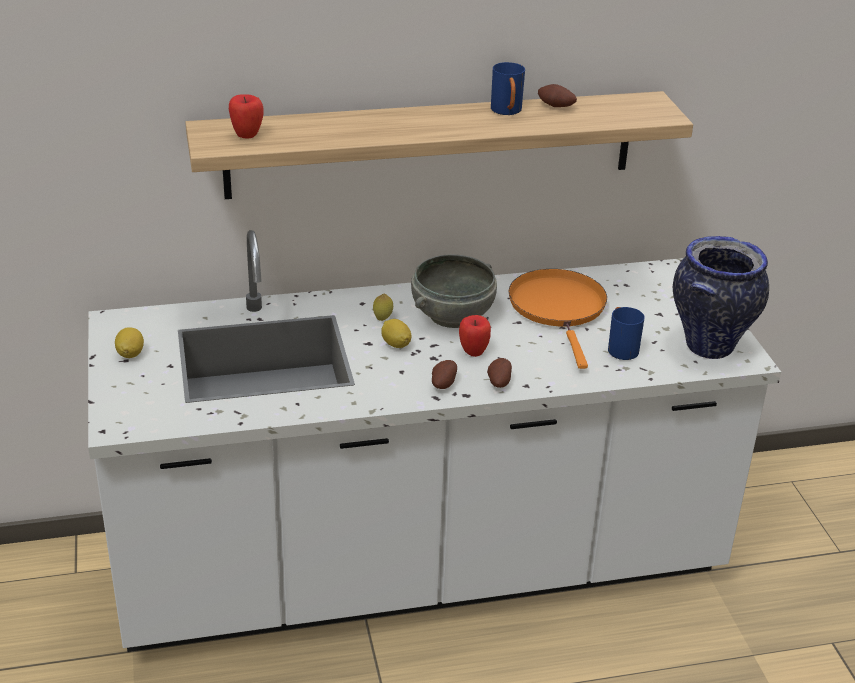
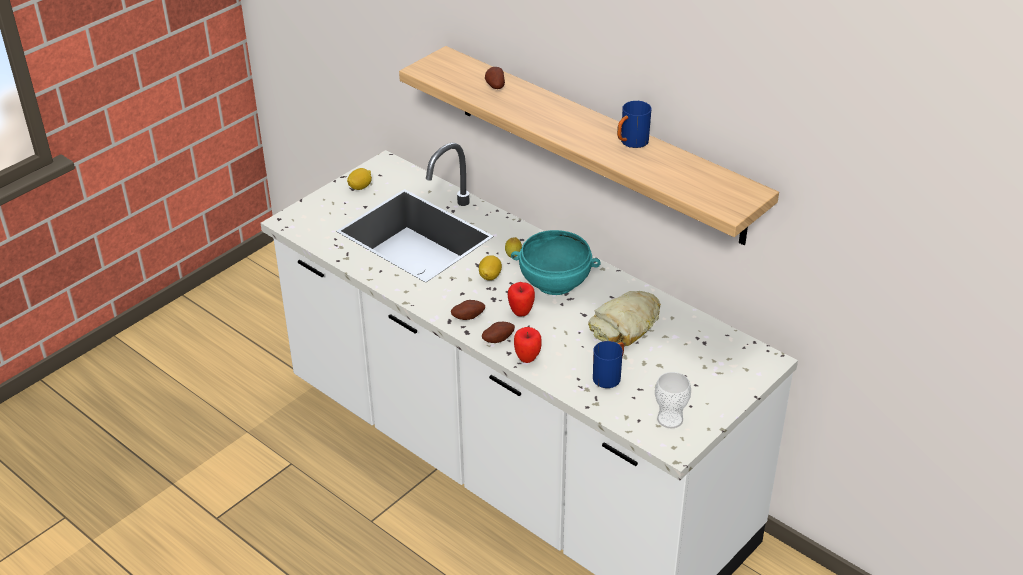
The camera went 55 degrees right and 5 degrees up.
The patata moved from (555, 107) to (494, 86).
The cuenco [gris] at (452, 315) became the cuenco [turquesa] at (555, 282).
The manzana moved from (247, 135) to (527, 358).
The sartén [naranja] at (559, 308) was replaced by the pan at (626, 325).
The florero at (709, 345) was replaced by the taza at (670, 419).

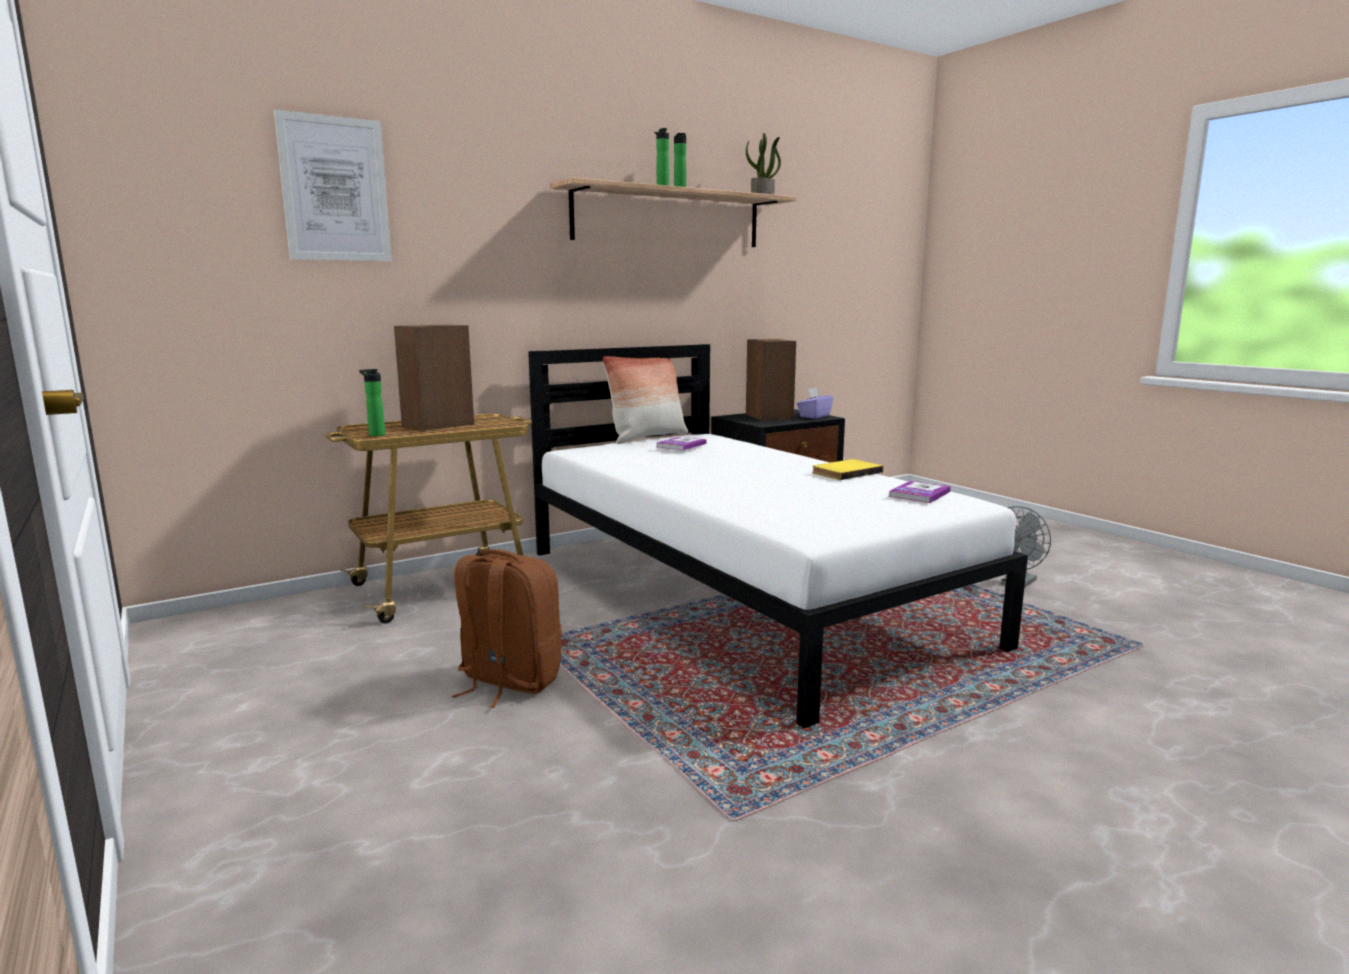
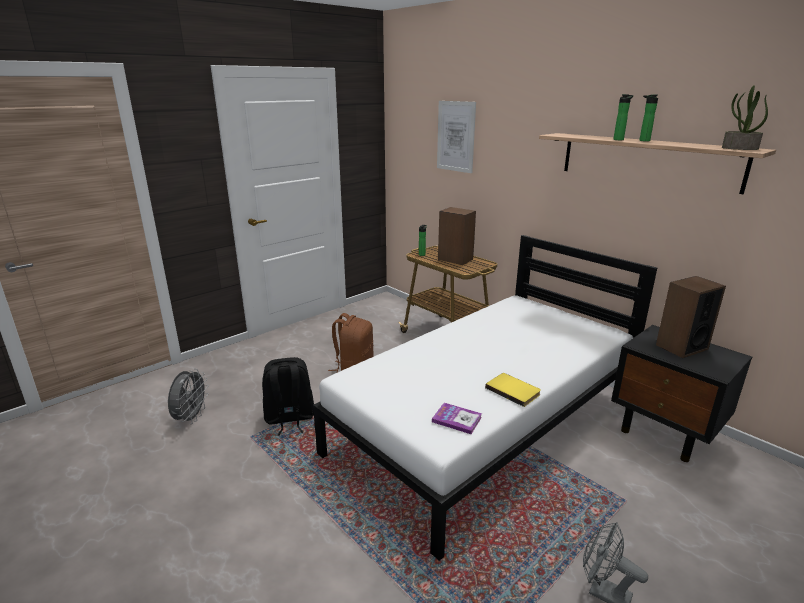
The camera went 80 degrees right and 10 degrees up.
The ventilador [gris] at (191, 418) appeared.
The mochila [negro] at (289, 419) appeared.
The cojín at (647, 437) disappeared.
The libro at (681, 445) disappeared.
The caja de pañuelos [morado] at (814, 416) disappeared.

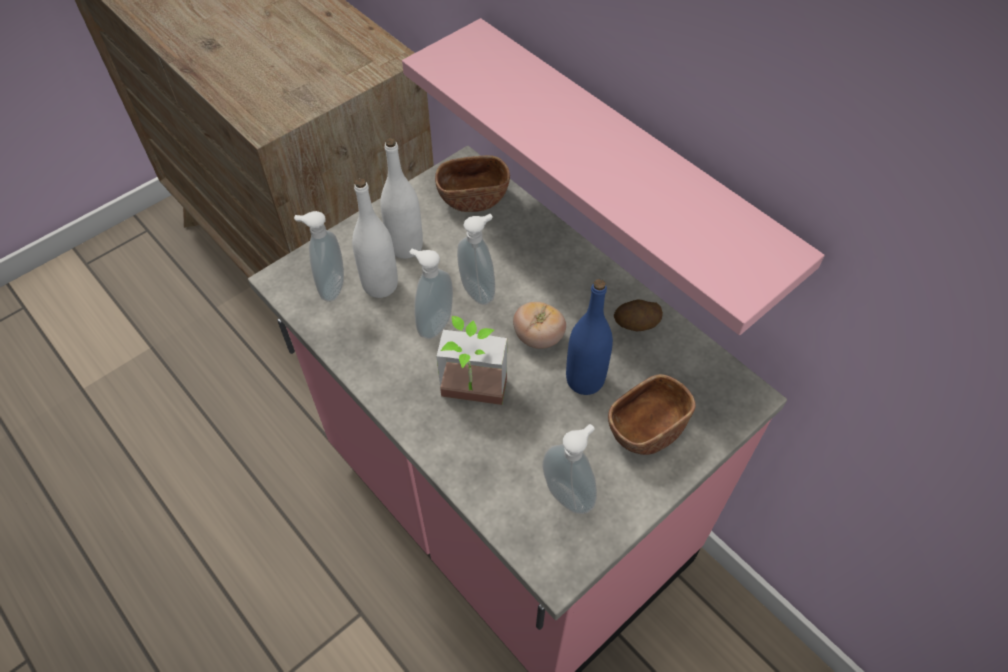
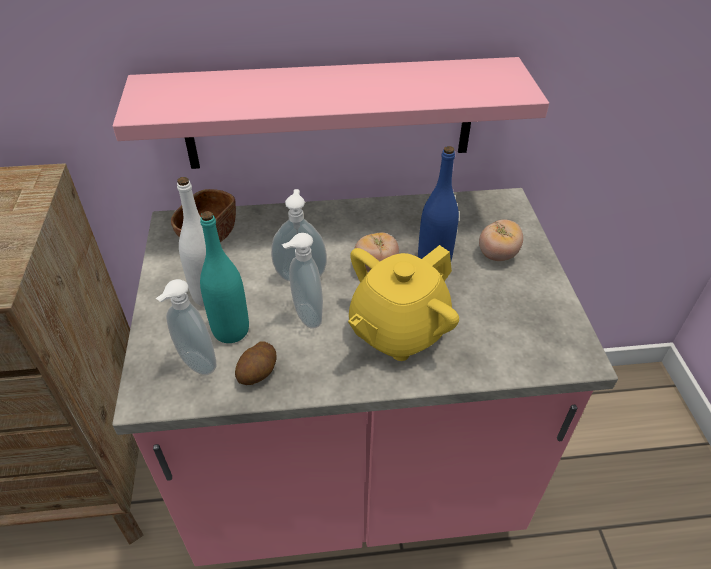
The camera went 55 degrees left and 10 degrees down.
The botella [blanco] at (380, 285) became the botella [turquesa] at (231, 330).
The patata moved from (637, 324) to (258, 372).
The planta en maceta at (471, 398) was replaced by the tetera [amarillo] at (397, 330).
The cuenco [marrón] at (646, 428) was replaced by the tomate at (497, 255).
The dispensador de jabón at (569, 494) disappeared.

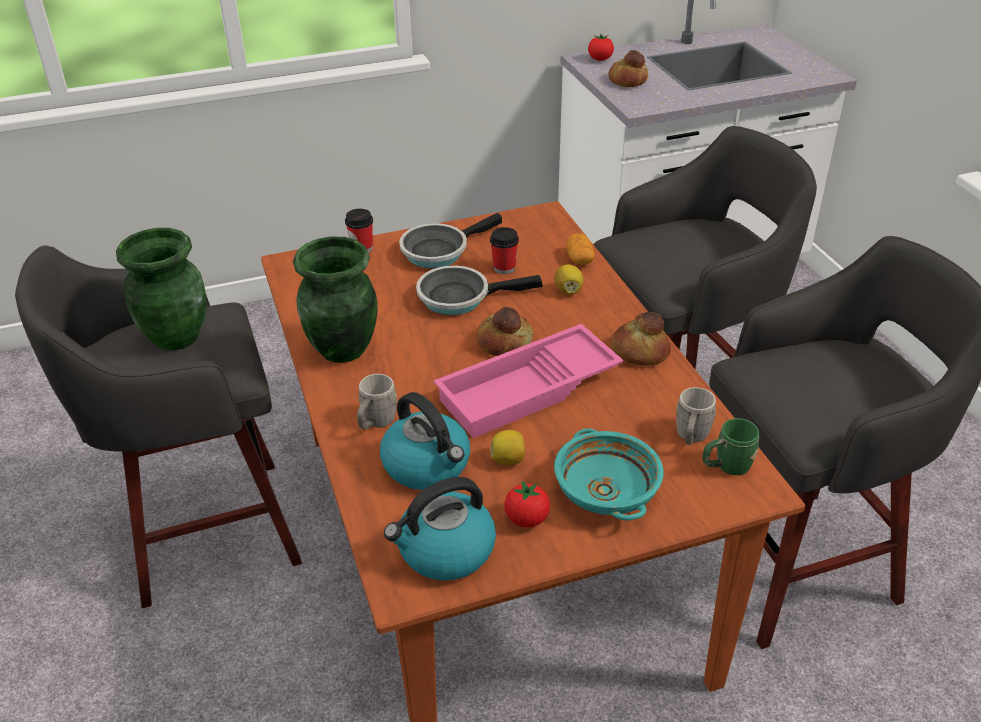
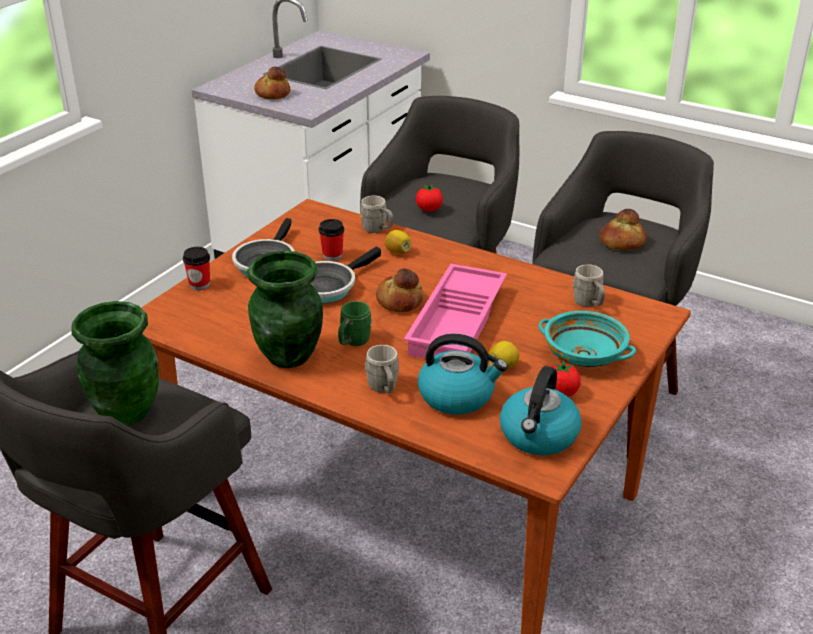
The camera went 40 degrees left and 5 degrees down.
The taza grande [verde] moved from (726, 467) to (353, 342).
The patata at (579, 259) was replaced by the taza grande [gris] at (377, 230).
The tomate moved from (600, 59) to (429, 209).
The pan moved from (639, 351) to (622, 242).

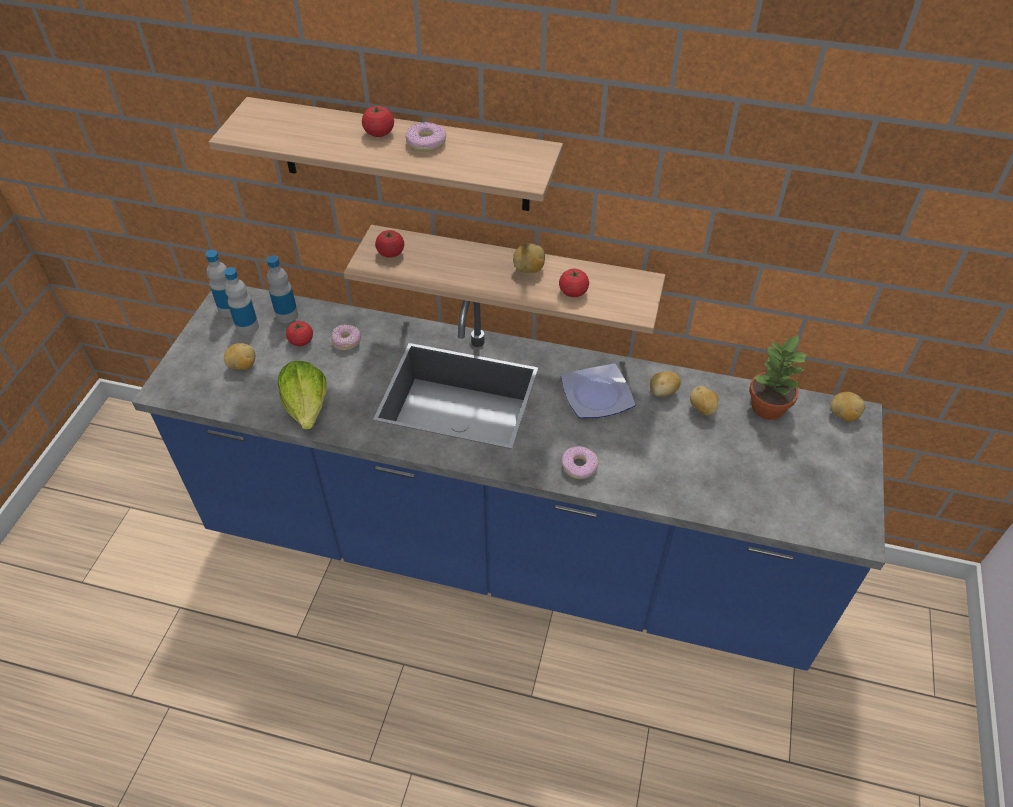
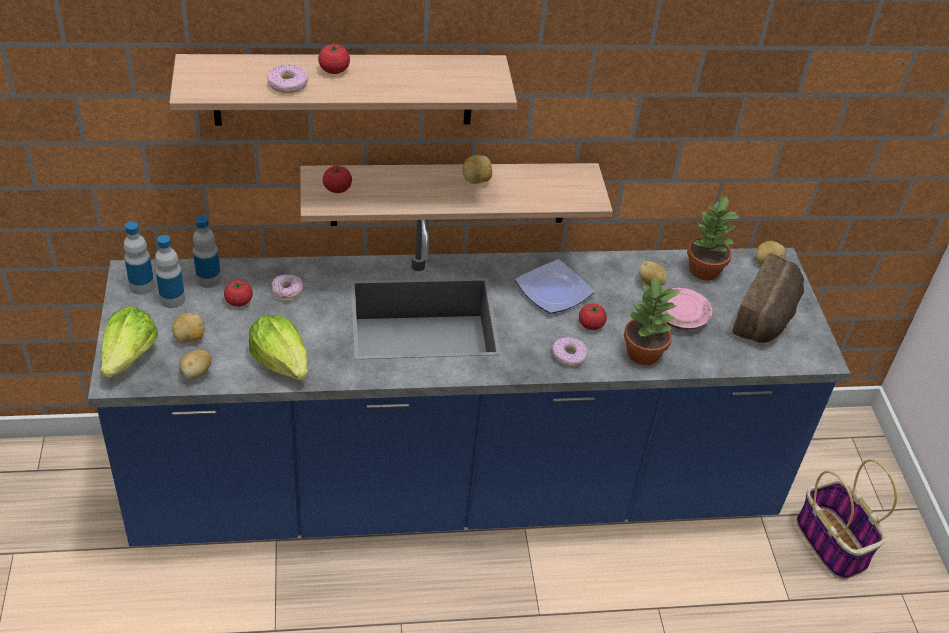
The camera went 25 degrees left and 5 degrees down.
The lechuga at (129, 357) appeared.
The patata moved from (663, 392) to (196, 373).
The rosquilla moved from (426, 143) to (288, 85).
The tomate moved from (573, 292) to (591, 325).
The planta en maceta at (643, 354) appeared.
The plato [rosa] at (681, 317) appeared.
The pan at (767, 317) appeared.
The cesta at (832, 544) appeared.

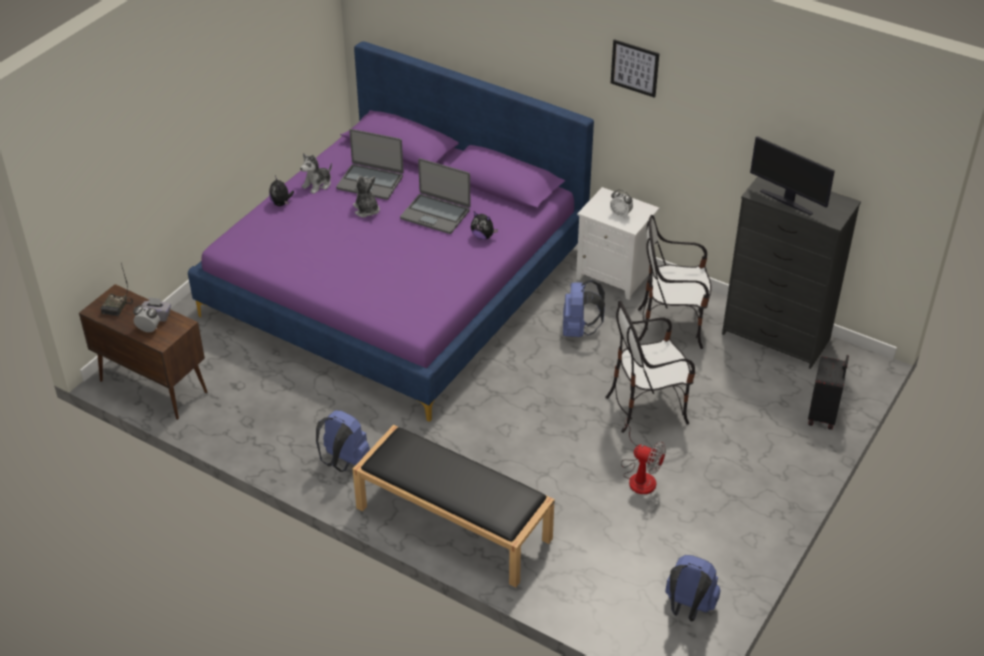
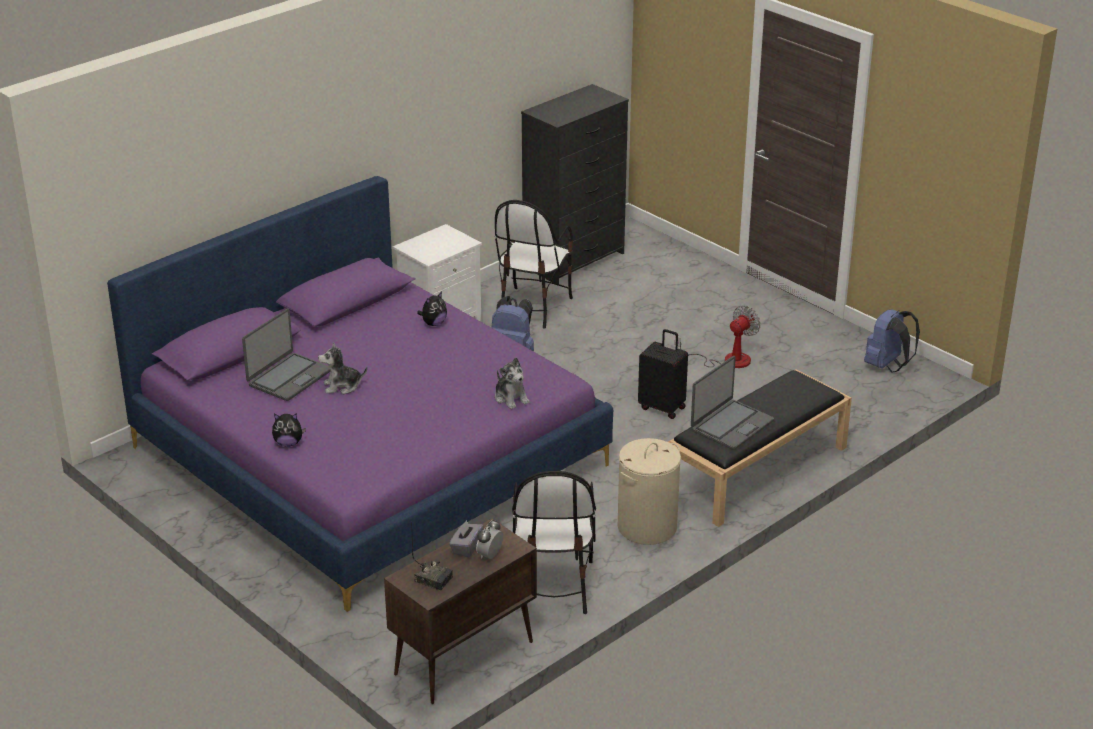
The camera went 75 degrees left and 10 degrees down.
The peluche moved from (317, 184) to (511, 398).
The silla moved from (647, 407) to (553, 585).
The mochila [azul] at (343, 461) was replaced by the cesto de la ropa [beis] at (647, 527).
The maleta [negro] moved from (823, 415) to (662, 407).
The portátil moved from (435, 214) to (731, 425).
The despertador at (620, 214) disappeared.
The cuadro at (634, 68) disappeared.
The monitor at (787, 201) disappeared.

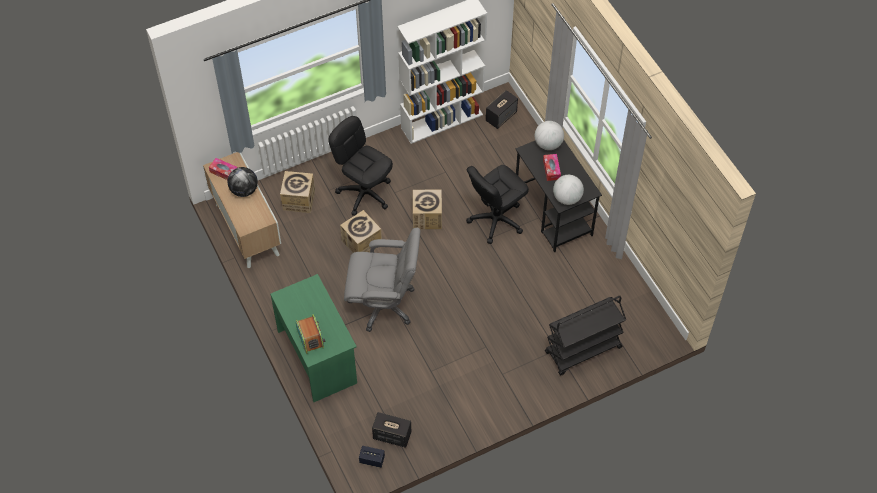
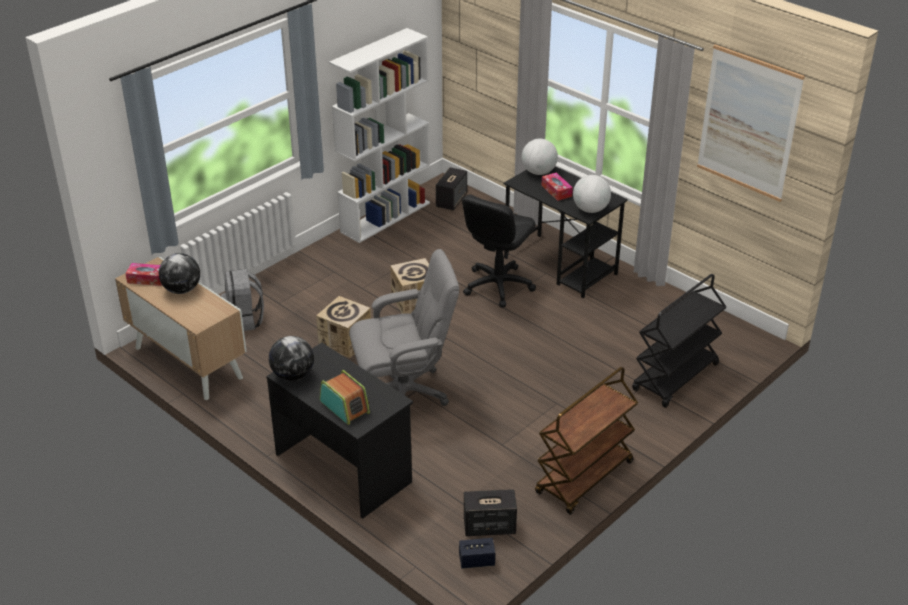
The camera went 20 degrees left and 20 degrees down.
The caja de cartón at (299, 200) was replaced by the mochila [gris] at (244, 320).
The escritorio [verde] at (318, 356) became the escritorio [negro] at (344, 467).
The globo terráqueo at (293, 375) appeared.
The carrito [marrón] at (584, 479) appeared.
The cuadro at (748, 123) appeared.
The silla de oficina [negro] at (364, 193) disappeared.

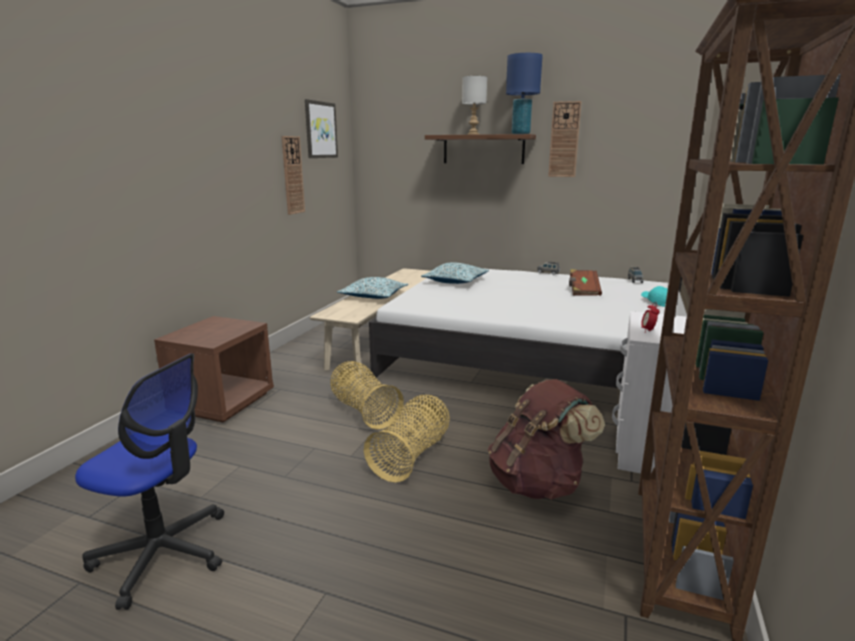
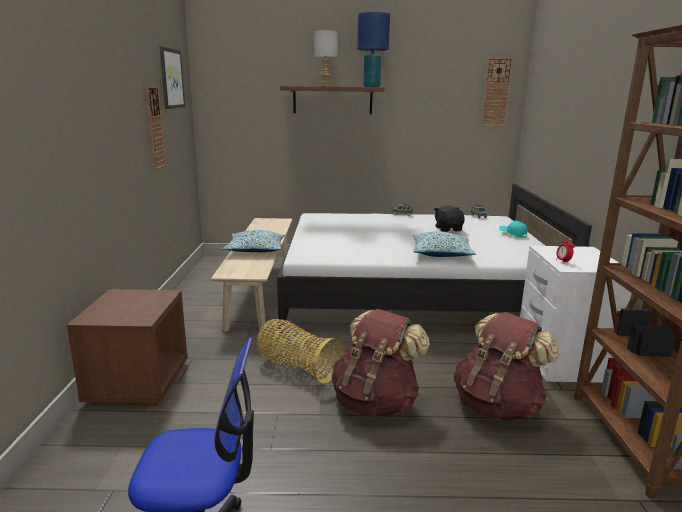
The camera went 20 degrees left and 0 degrees up.
The cesta at (411, 455) was replaced by the mochila [marrón] at (376, 402).
The cojín moved from (455, 281) to (441, 253).
The libro [marrón] at (583, 291) was replaced by the peluche [negro] at (448, 229).
The reloj de pared moved from (564, 139) to (496, 92).

